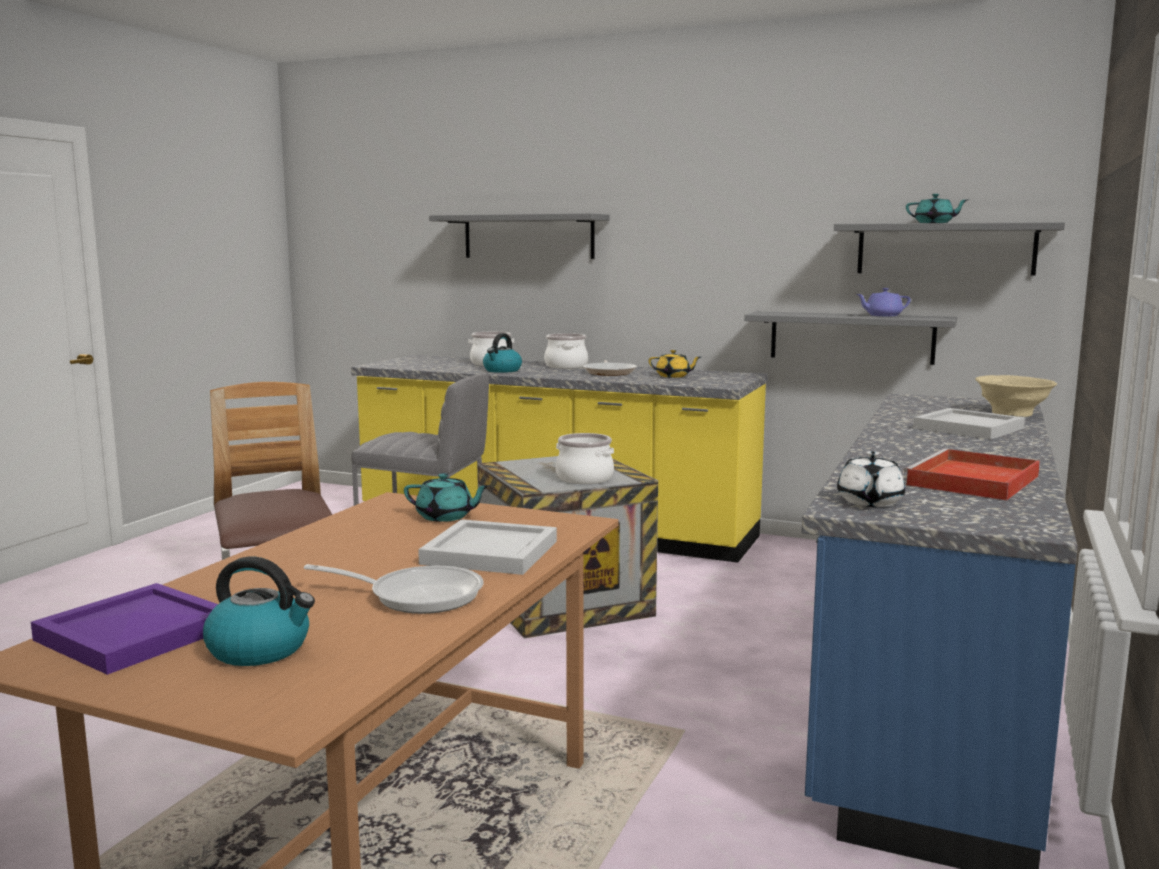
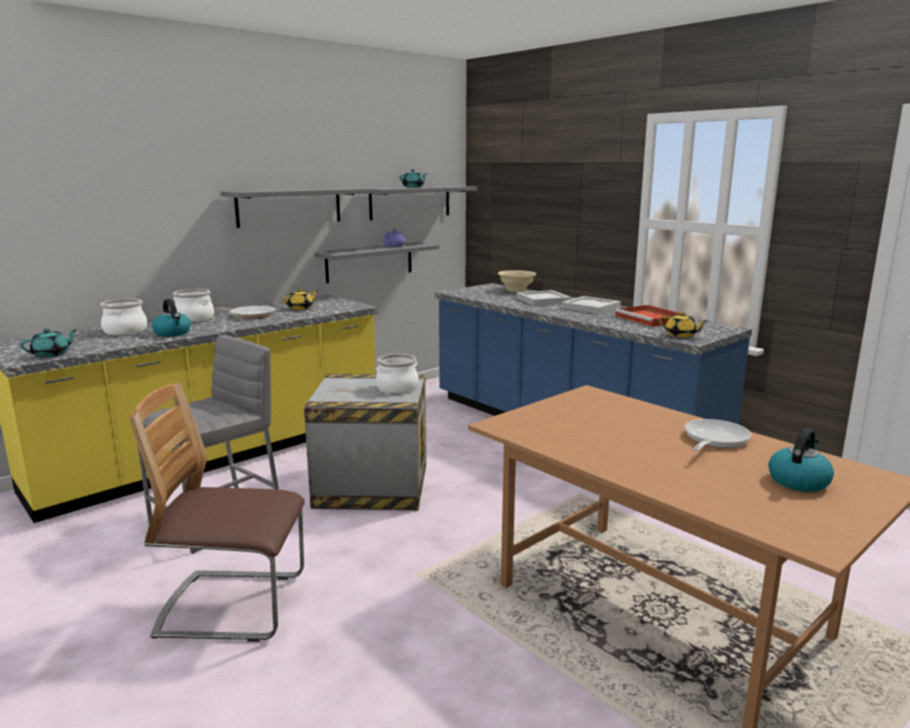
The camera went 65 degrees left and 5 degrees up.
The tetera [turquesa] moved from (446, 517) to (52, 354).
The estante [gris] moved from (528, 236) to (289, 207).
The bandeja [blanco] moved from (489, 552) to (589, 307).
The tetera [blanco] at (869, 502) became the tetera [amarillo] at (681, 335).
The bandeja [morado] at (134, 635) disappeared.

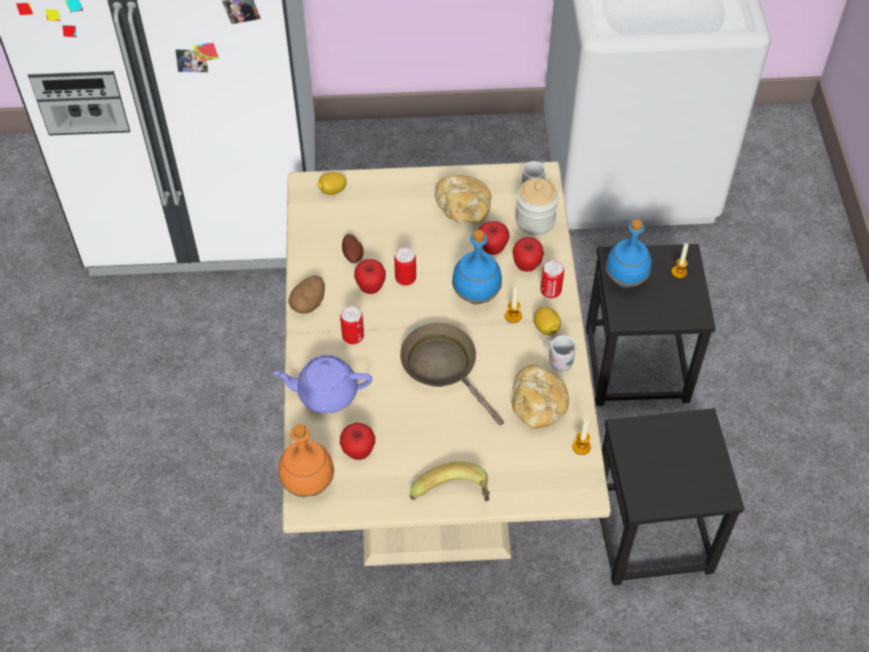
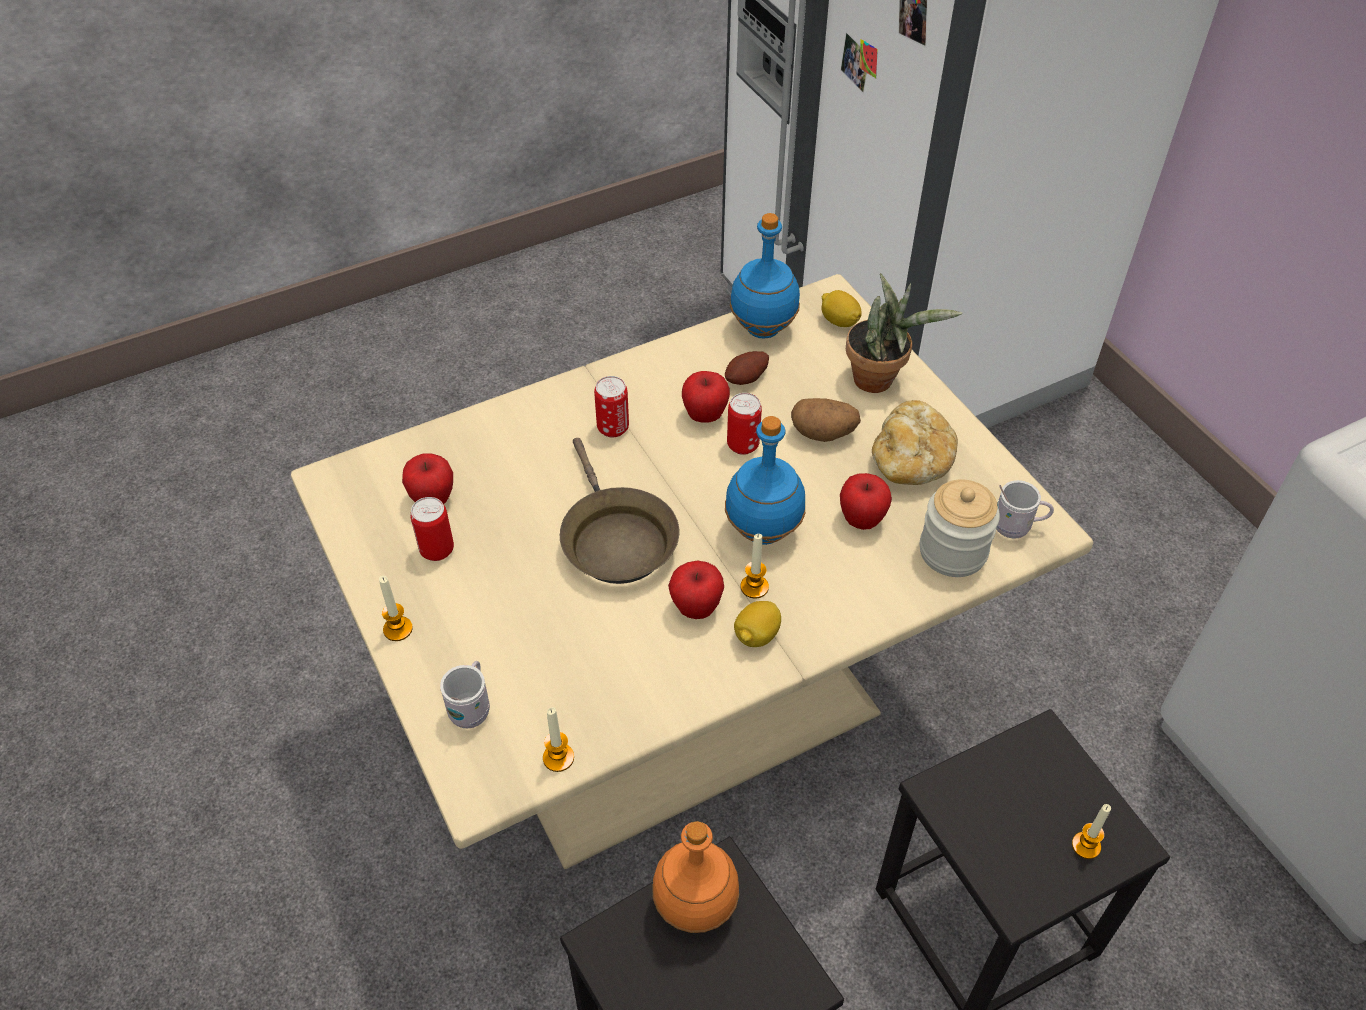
The camera went 65 degrees right and 5 degrees down.
The plátano at (453, 499) was replaced by the vela at (398, 629).
The lata moved from (550, 291) to (437, 550).
The taza grande [blanco] moved from (557, 361) to (472, 707).
The sartén [marrón] at (443, 367) turned 135 degrees clockwise.
The botella [naranja] moved from (308, 483) to (696, 905).
The manzana moved from (526, 265) to (696, 608).
The botella [azul] moved from (625, 280) to (762, 328).
The patata moved from (308, 303) to (823, 433).
The planta en maceta at (879, 379) appeared.
The tetera [morado] at (326, 393) disappeared.
The pan at (538, 406) disappeared.

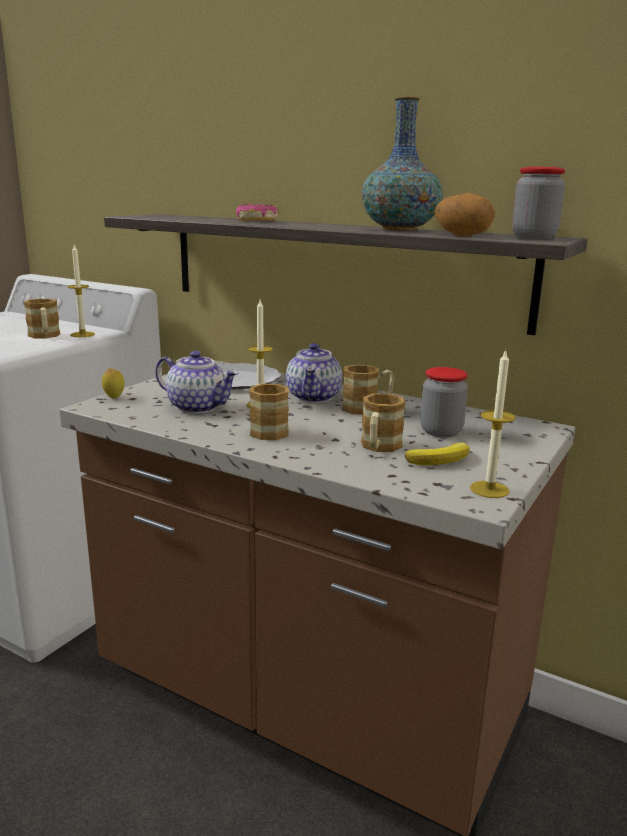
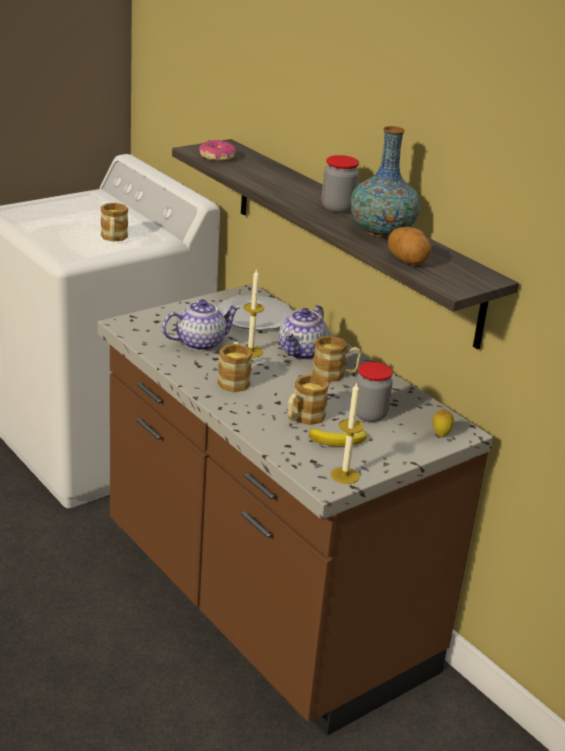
The camera went 20 degrees right and 10 degrees up.
The tetera at (198, 407) turned 75 degrees counterclockwise.
The rosquilla moved from (257, 220) to (217, 157).
The tarro moved from (534, 237) to (337, 208).
The limón moved from (114, 397) to (441, 435).
The vela at (82, 334) disappeared.

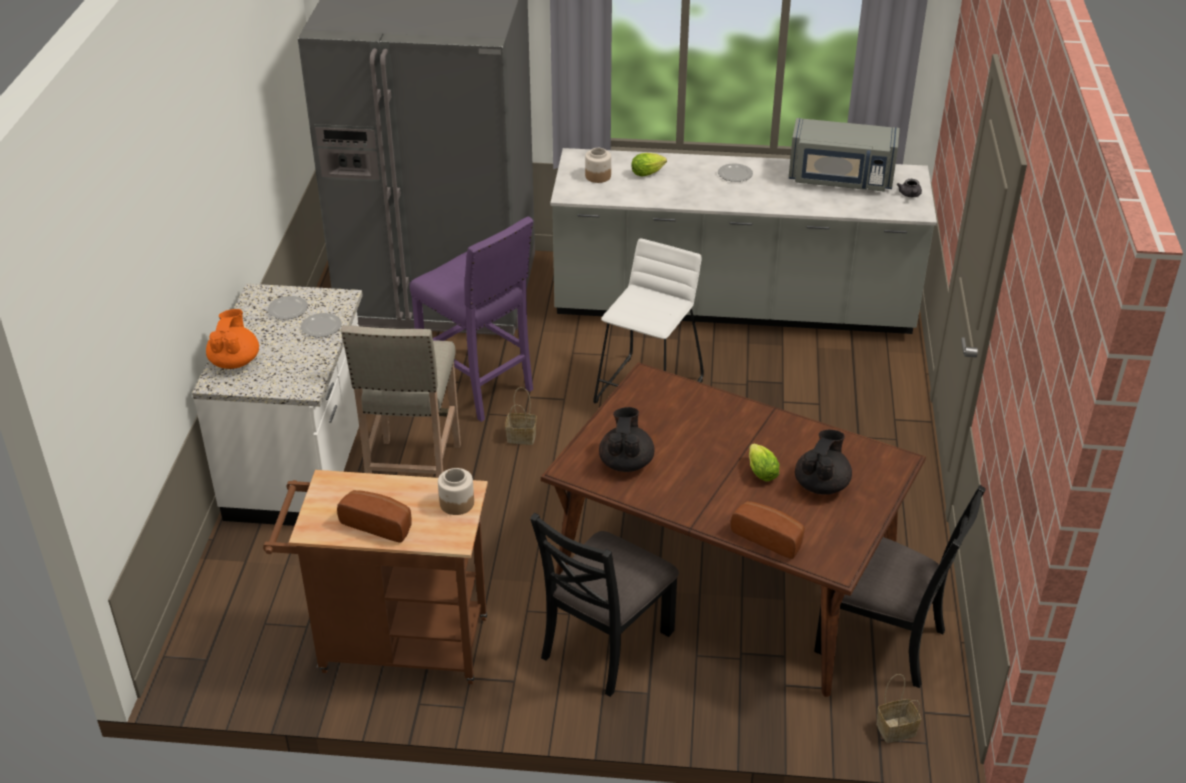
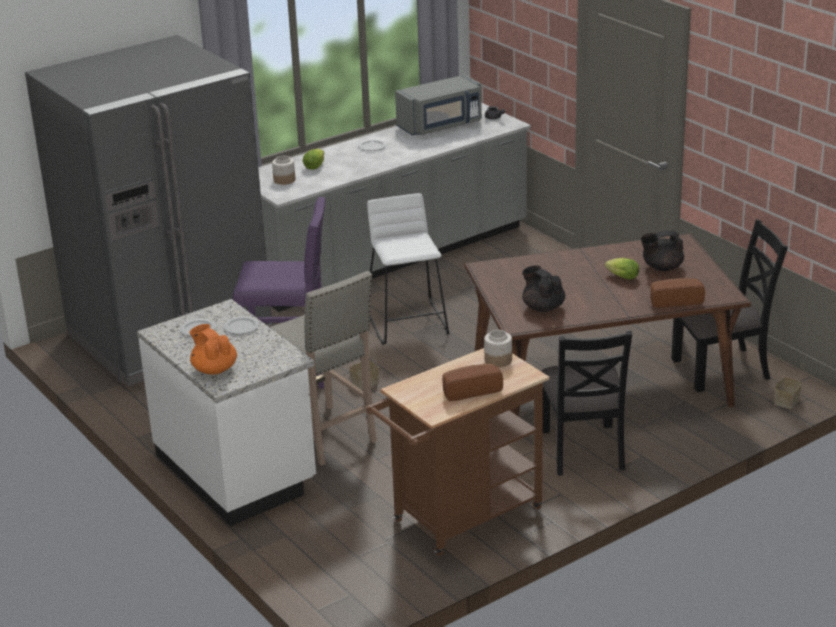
The camera went 40 degrees left and 10 degrees down.
The tetera [negro] at (821, 484) turned 90 degrees counterclockwise.

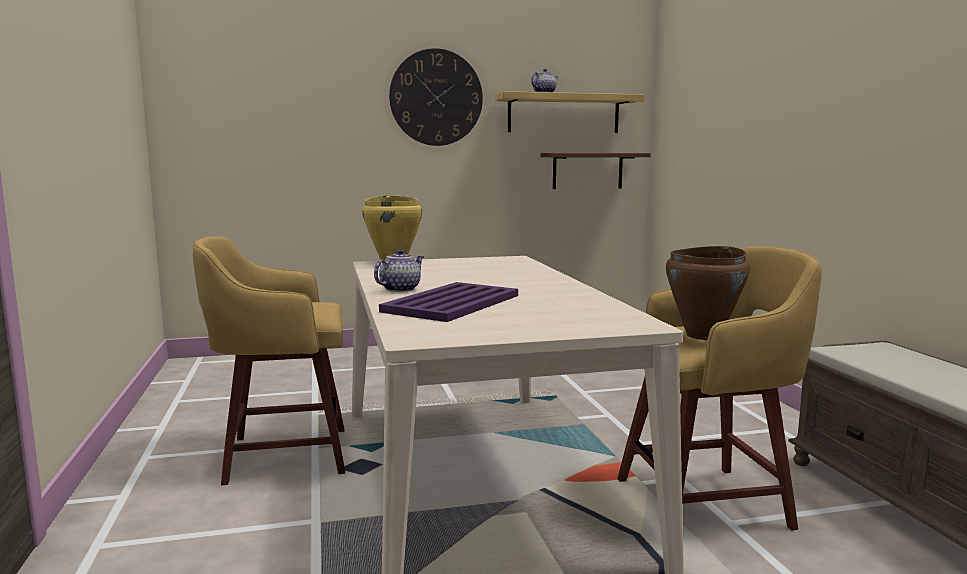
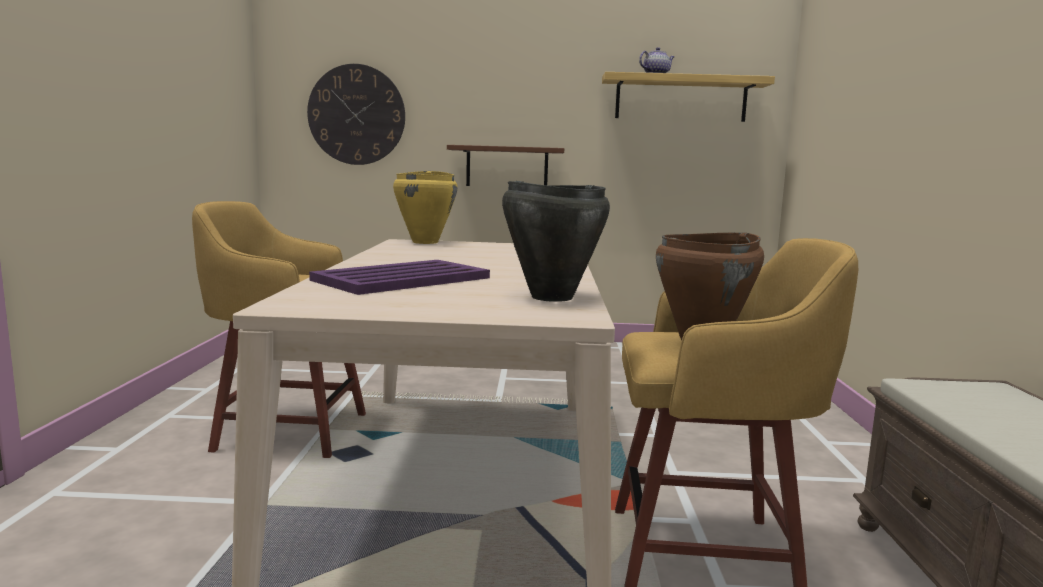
The camera went 15 degrees right and 0 degrees up.
The reloj de pared moved from (436, 97) to (356, 115).
The estante [marrón] moved from (587, 170) to (507, 167).
The olla [negro] at (551, 297) appeared.
The tetera at (400, 289) disappeared.

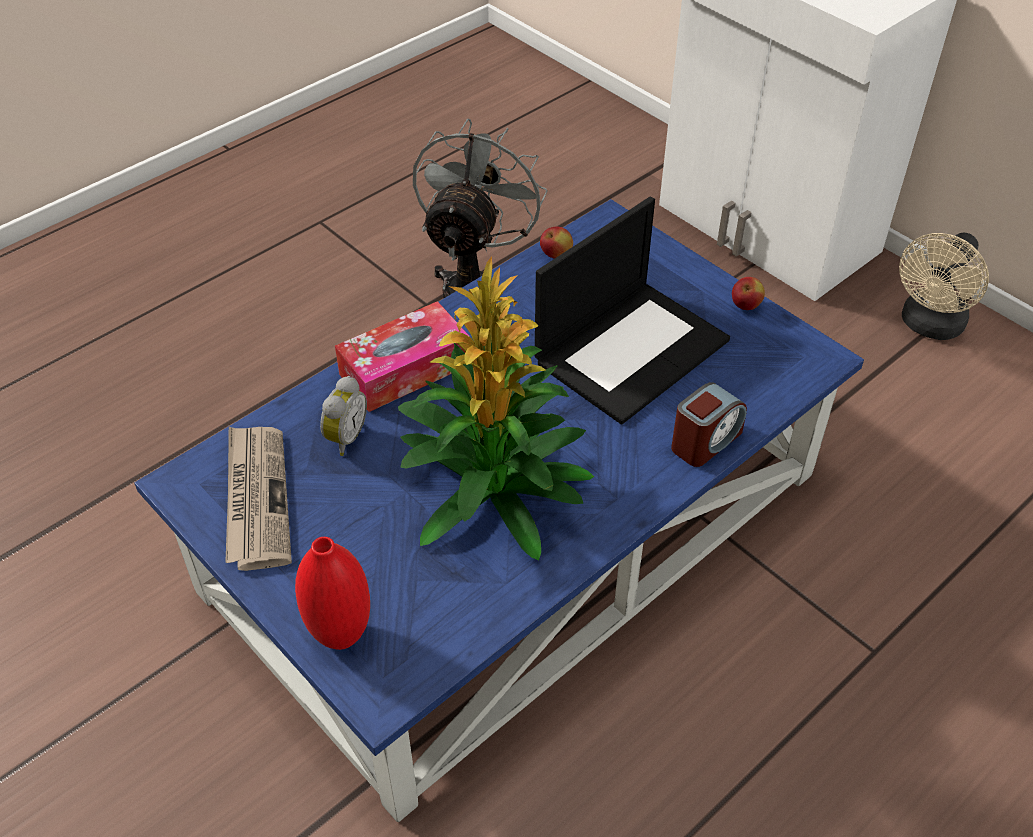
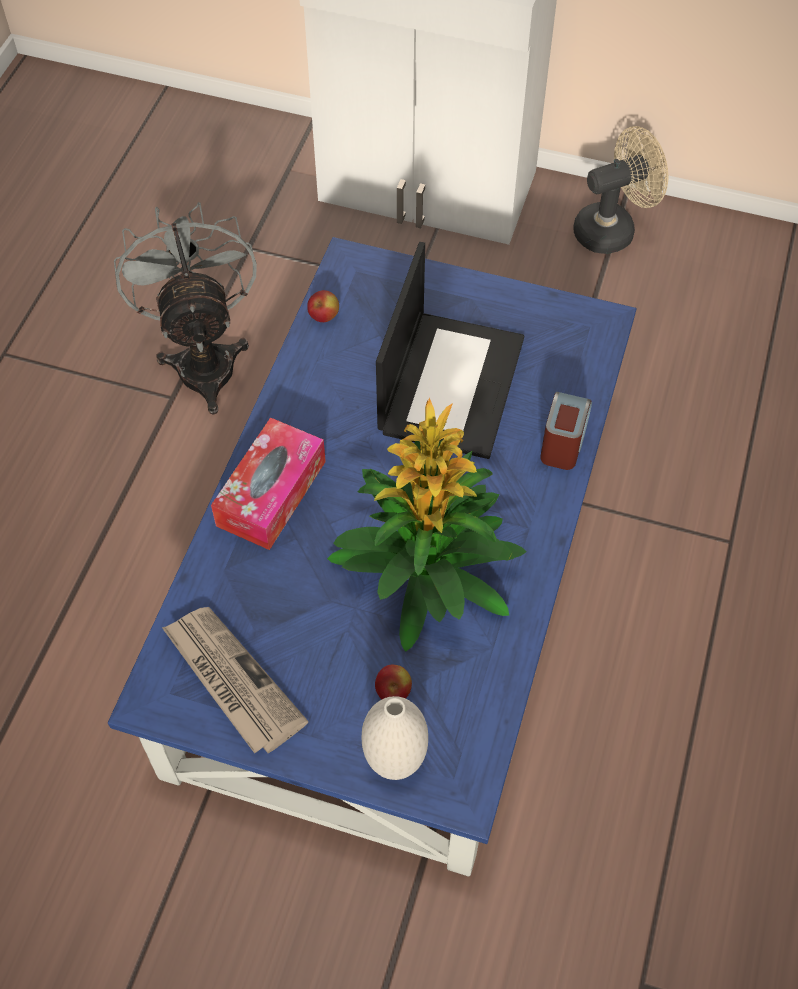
The camera went 30 degrees left and 10 degrees up.
The florero [rojo] at (341, 635) became the florero [blanco] at (395, 762).
The manzana moved from (745, 306) to (393, 692).
The ventilador [beis] at (929, 326) turned 120 degrees counterclockwise.
The despertador at (344, 437) disappeared.

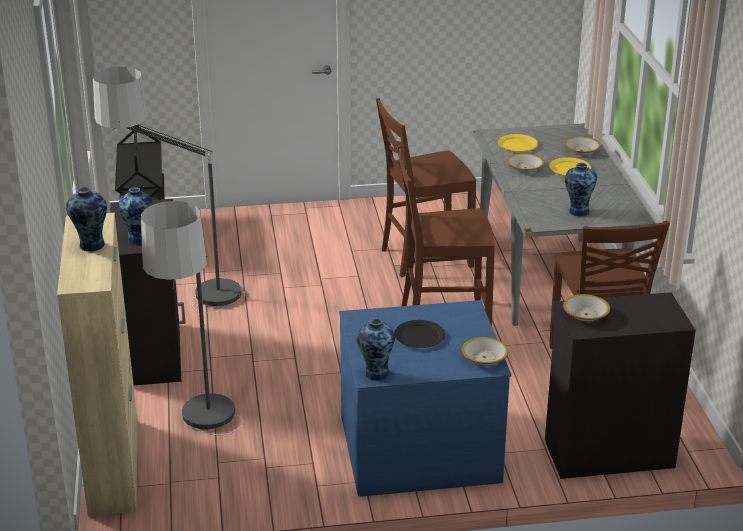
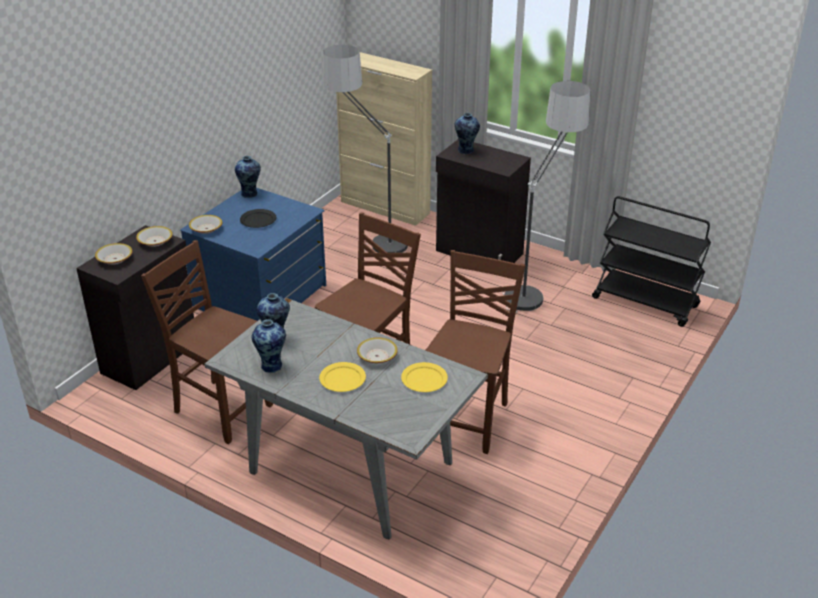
The camera went 130 degrees right and 5 degrees up.
The cuenco moved from (581, 151) to (115, 259).
The florero moved from (90, 246) to (271, 365).

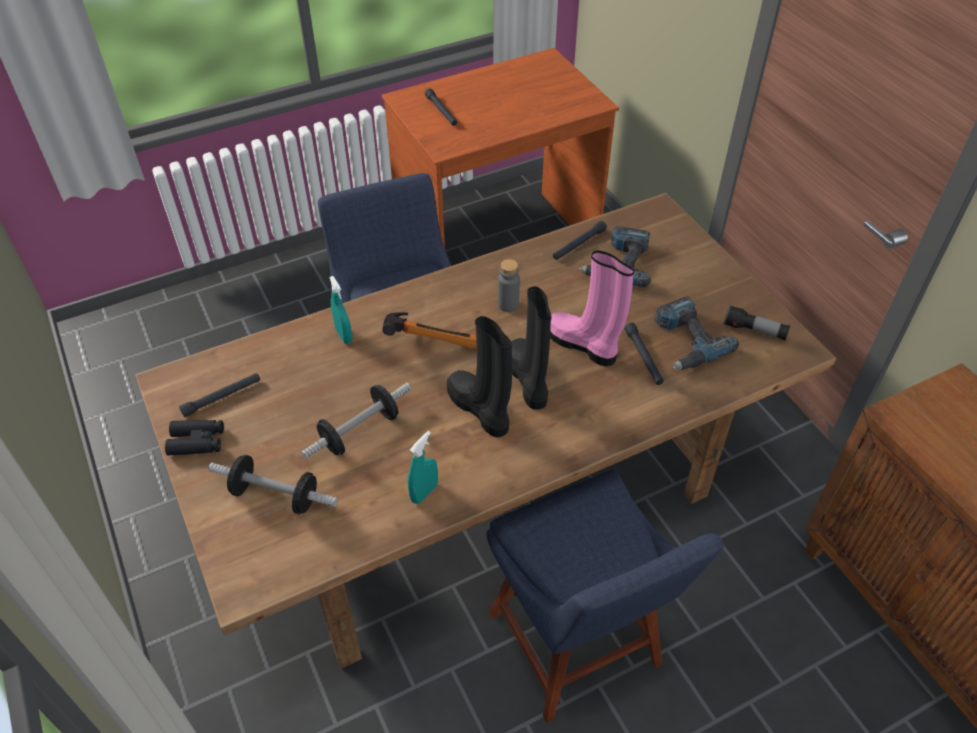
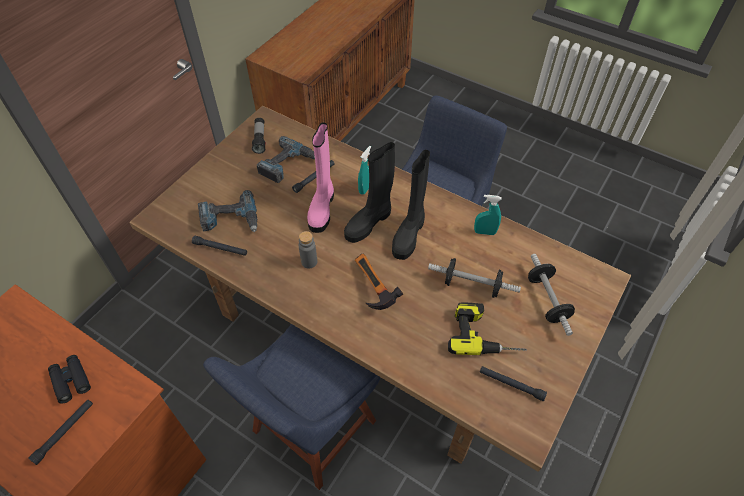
The camera went 120 degrees left and 5 degrees up.
The prismáticos [negro] moved from (197, 441) to (71, 380).
The pulverizador [turquesa] moved from (344, 335) to (366, 188).
The taladro at (485, 333) appeared.

